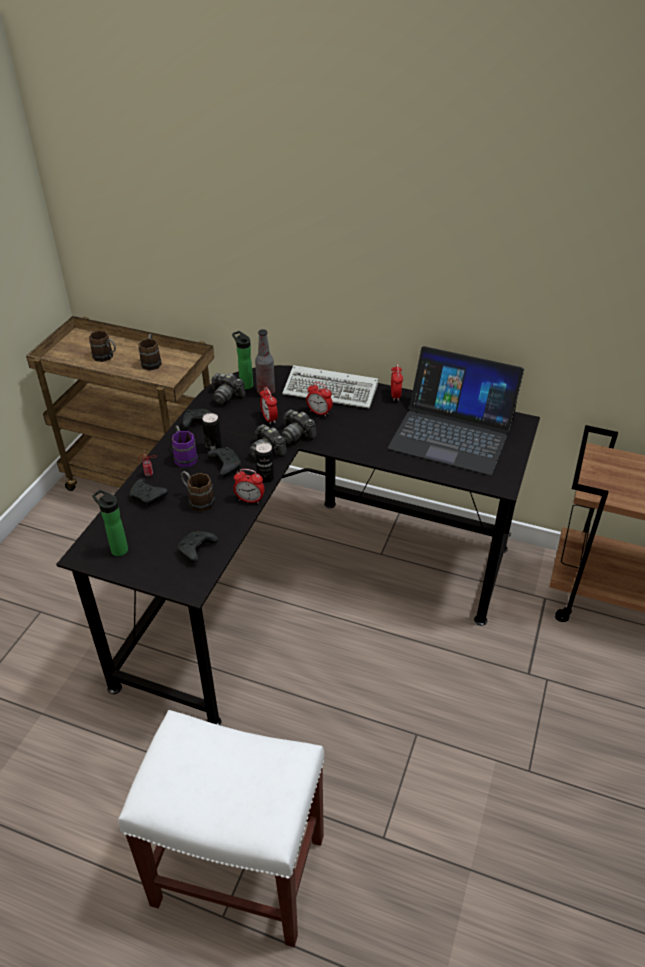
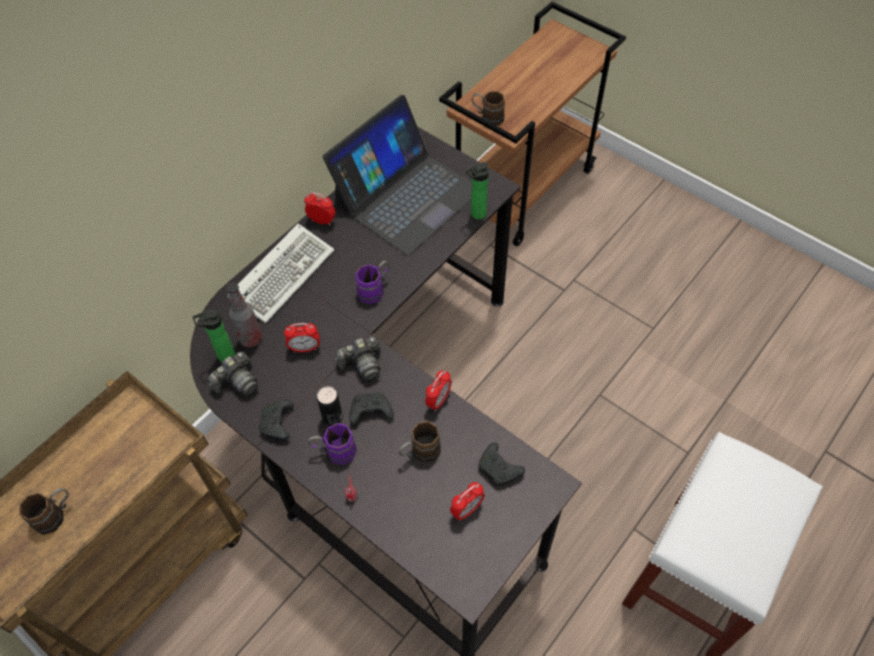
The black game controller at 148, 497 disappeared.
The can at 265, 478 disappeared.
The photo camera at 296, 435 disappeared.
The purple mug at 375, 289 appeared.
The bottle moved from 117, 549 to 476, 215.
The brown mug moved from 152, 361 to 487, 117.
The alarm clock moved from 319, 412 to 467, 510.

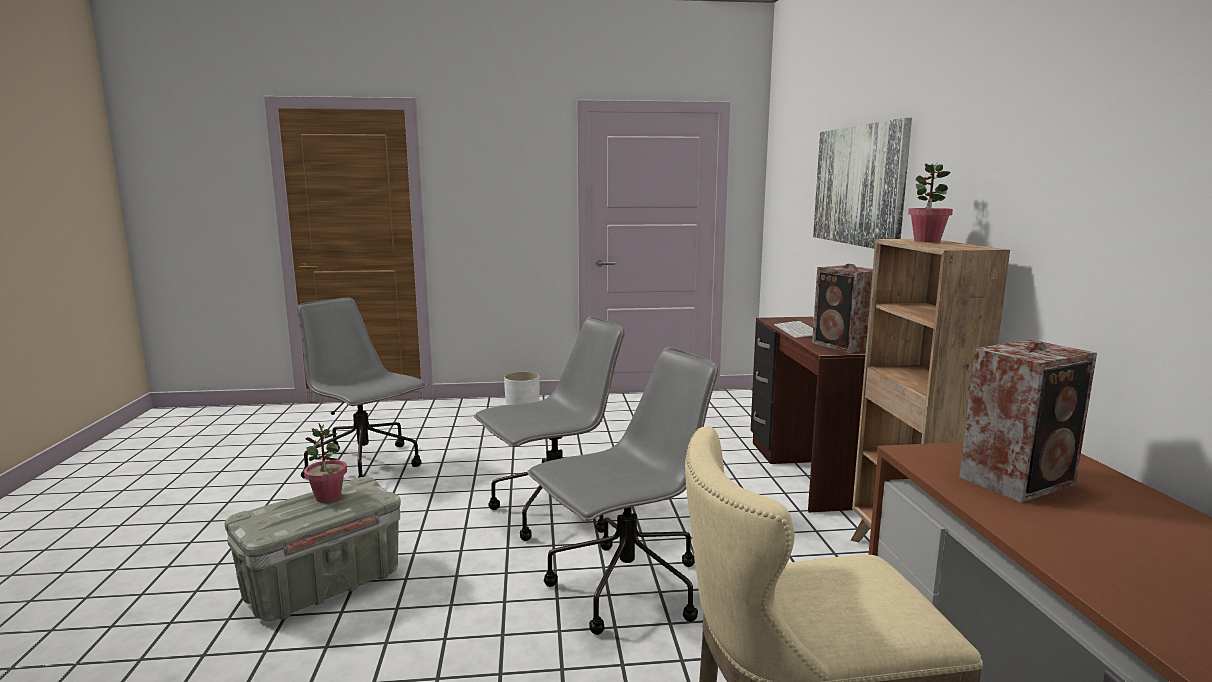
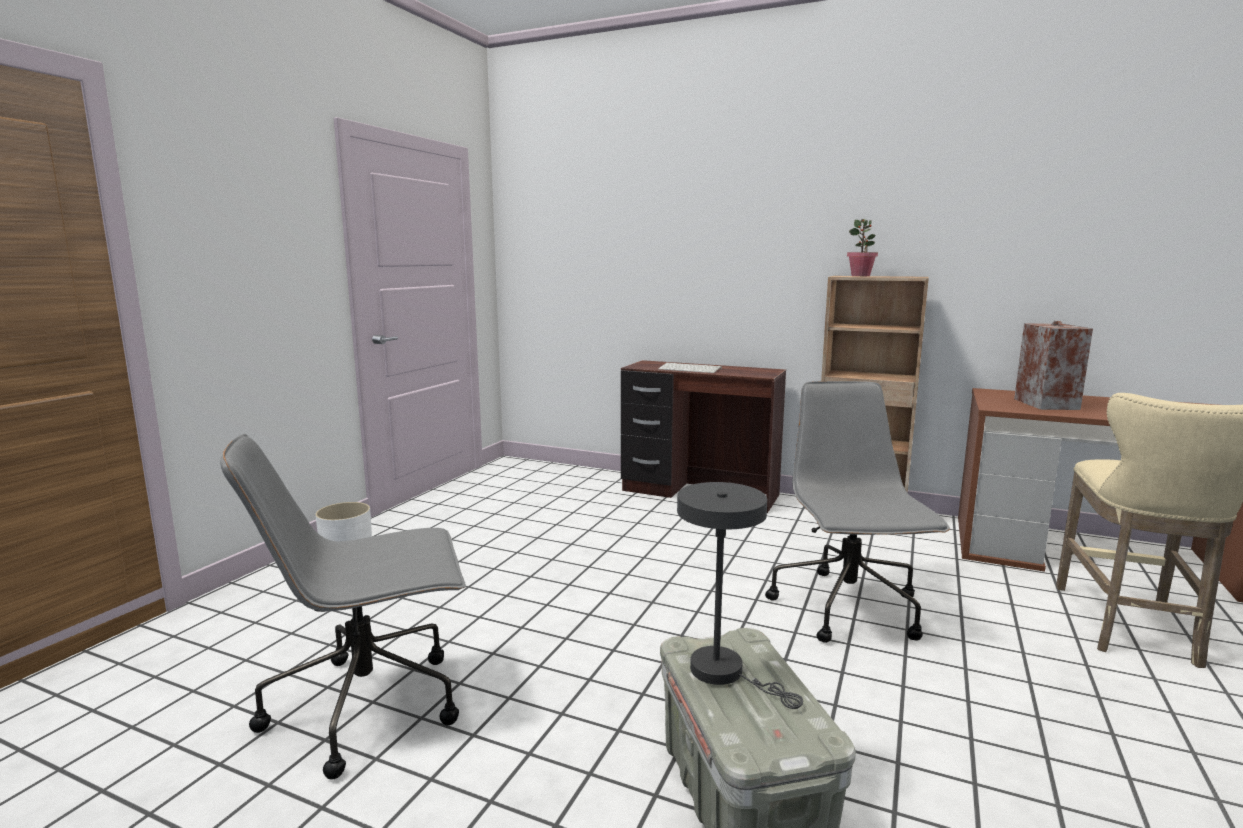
The grey office chair at 554, 512 disappeared.
The speaker at 844, 346 disappeared.
The picture at 859, 185 disappeared.
The potted plant at 328, 497 was replaced by the grey table lamp at 725, 673.

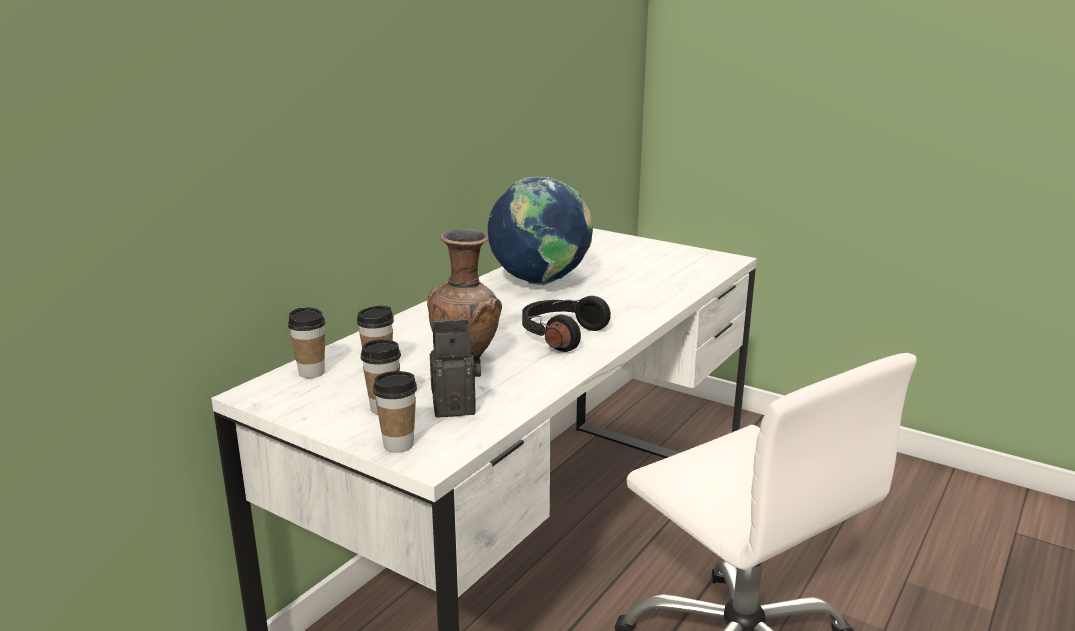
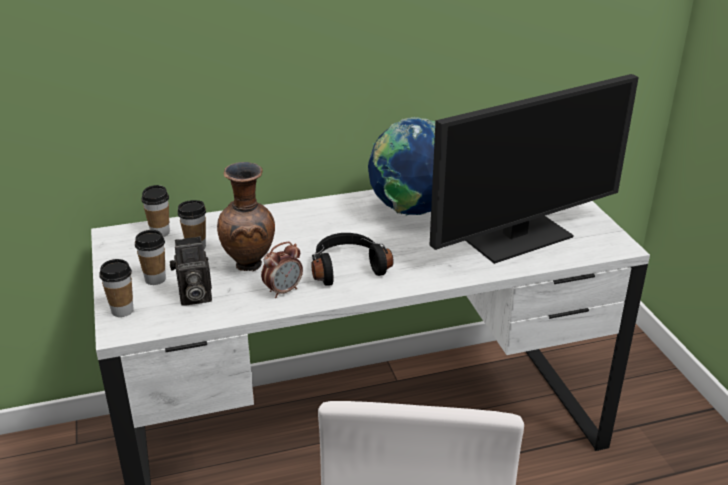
The alarm clock at 283, 291 appeared.
The monitor at 516, 235 appeared.
The photo camera at 456, 405 turned 135 degrees clockwise.

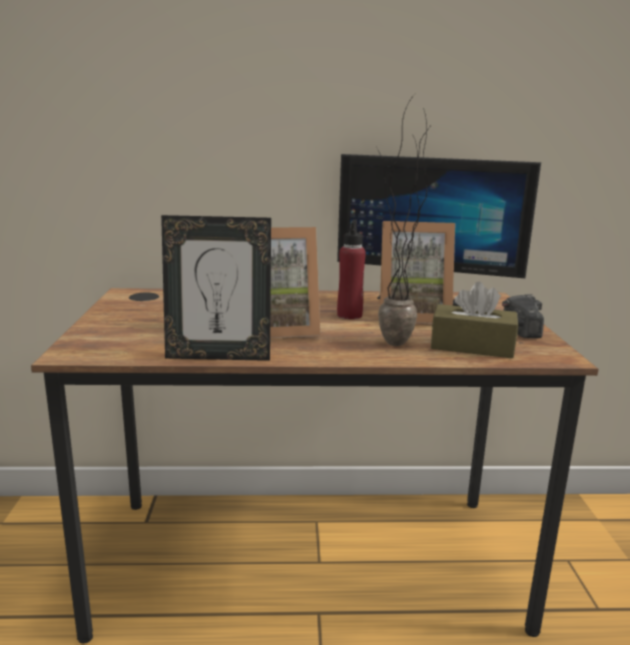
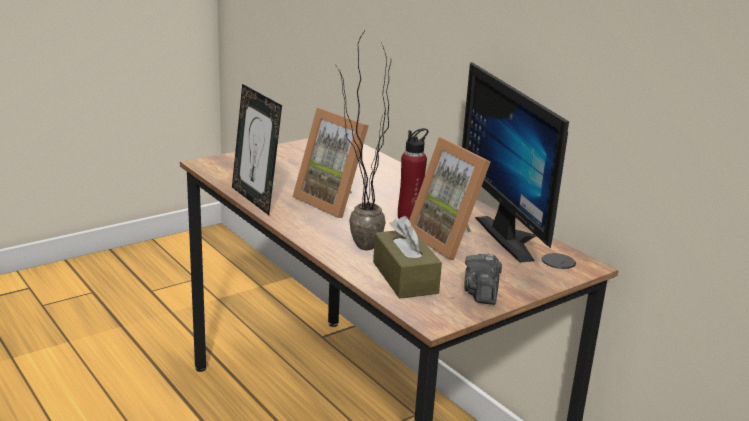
The photo camera at 520, 332 turned 45 degrees counterclockwise.

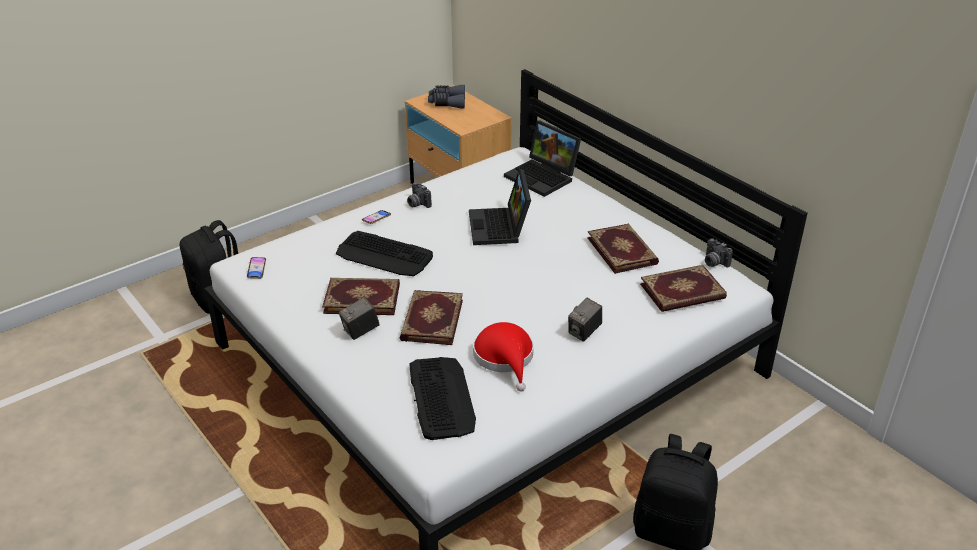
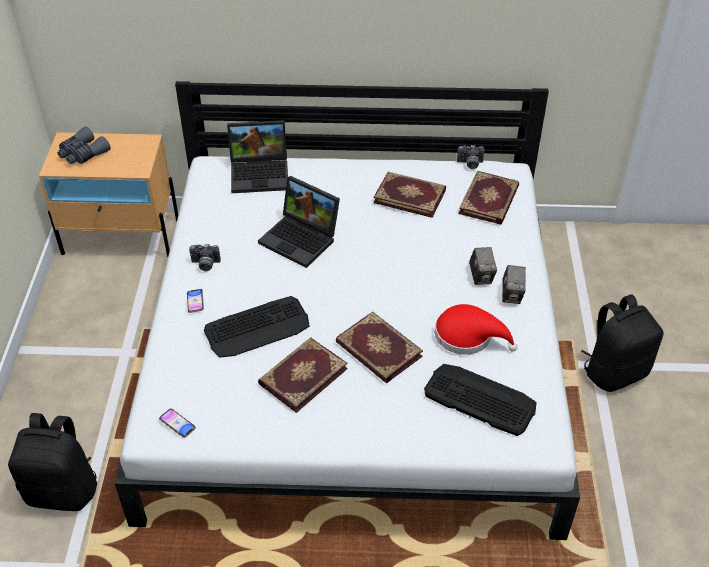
The photo camera moved from 360, 331 to 512, 295.

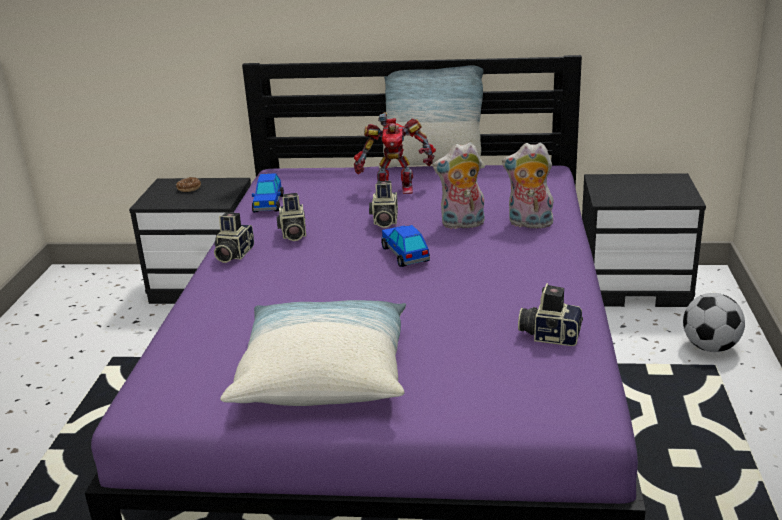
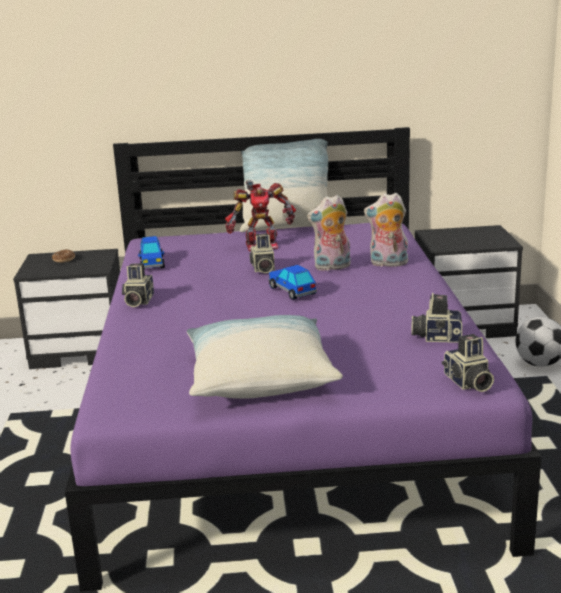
The photo camera moved from 292, 234 to 467, 383.

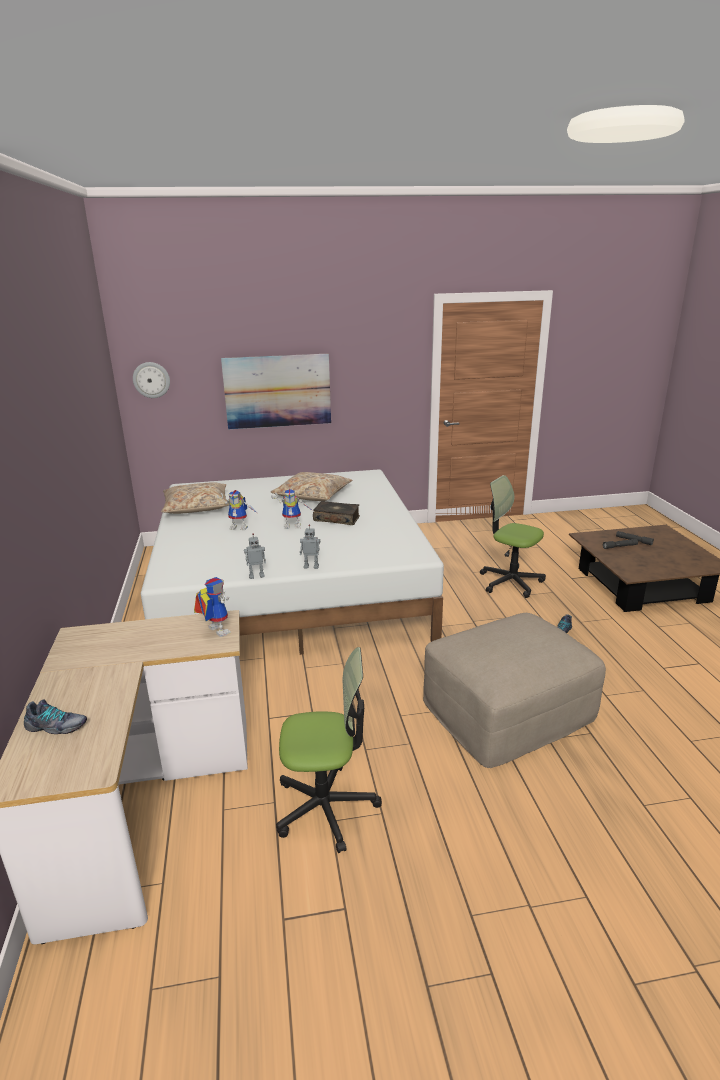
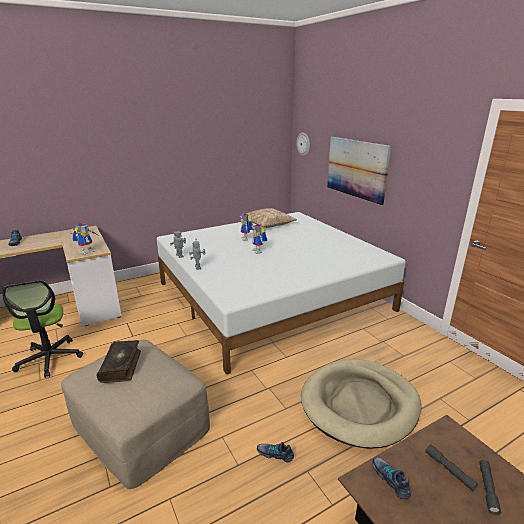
The beige pillow at 312, 495 disappeared.
The shoe at 390, 479 appeared.
The book moved from 337, 518 to 121, 366.
The office chair at 510, 582 was replaced by the beige dog bed at 359, 404.

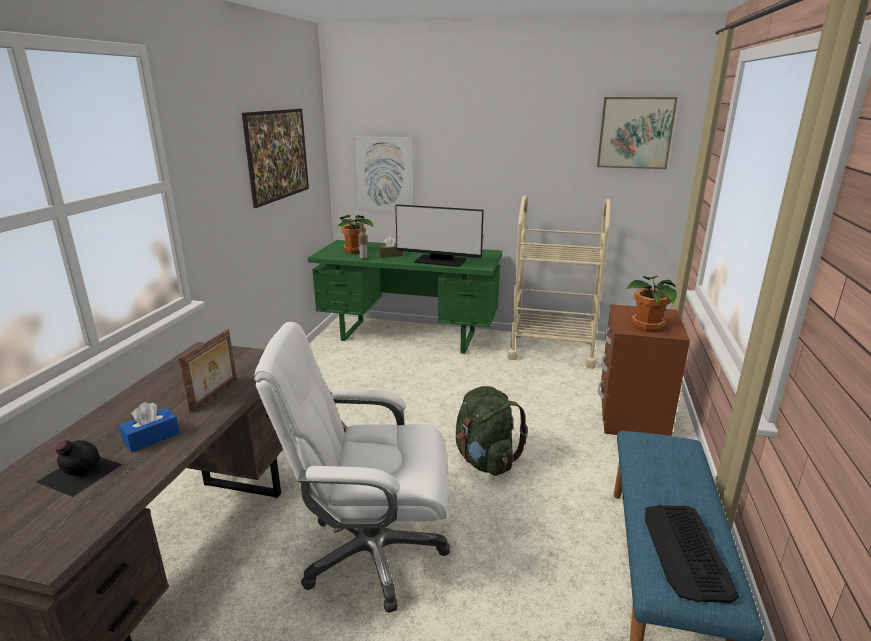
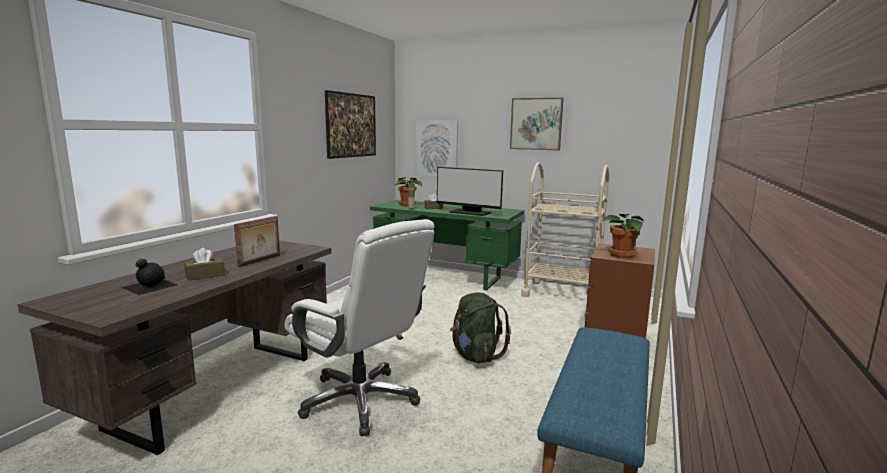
The keyboard at 686, 551 disappeared.
The picture moved from 635, 133 to 536, 124.
The blue tissue box at 151, 437 became the brown tissue box at 205, 275.
The white office chair at 371, 552 turned 150 degrees counterclockwise.

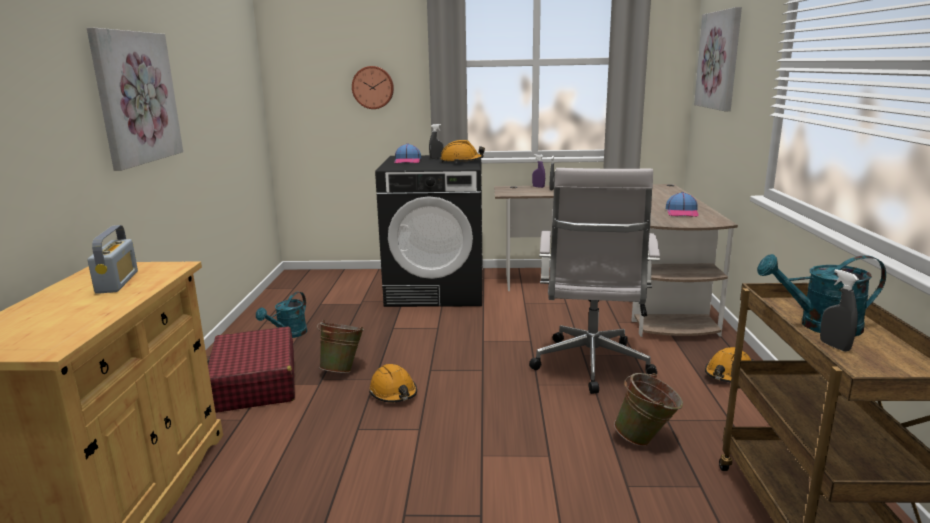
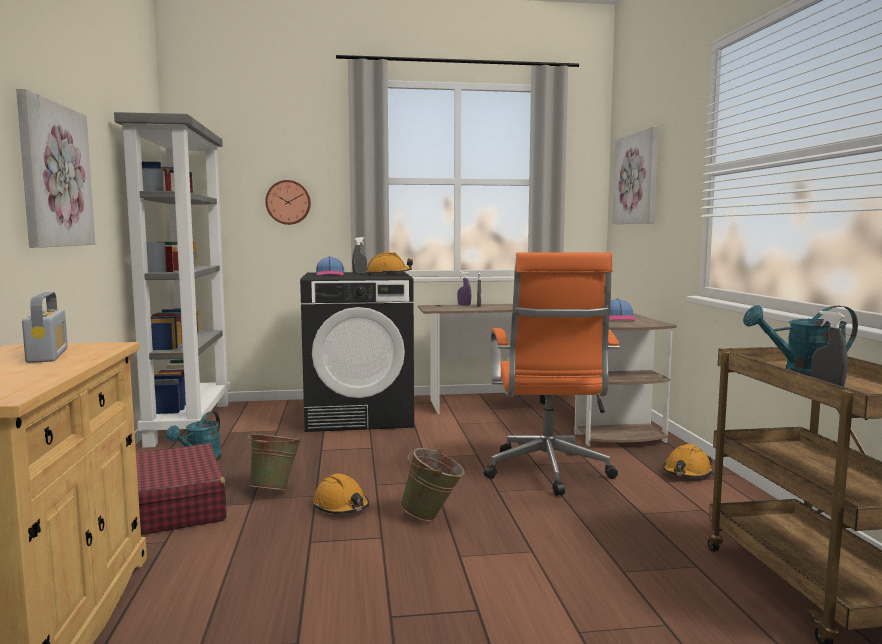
The grey bookcase at 189, 423 appeared.
The green bucket moved from 646, 440 to 433, 517.
The white office chair at 591, 367 became the orange office chair at 548, 473.

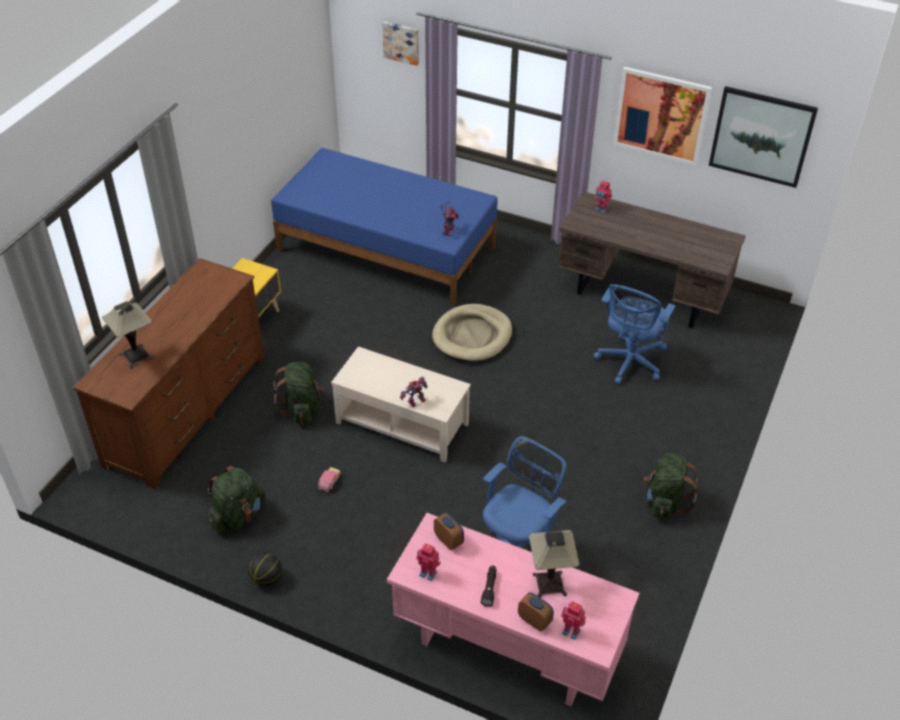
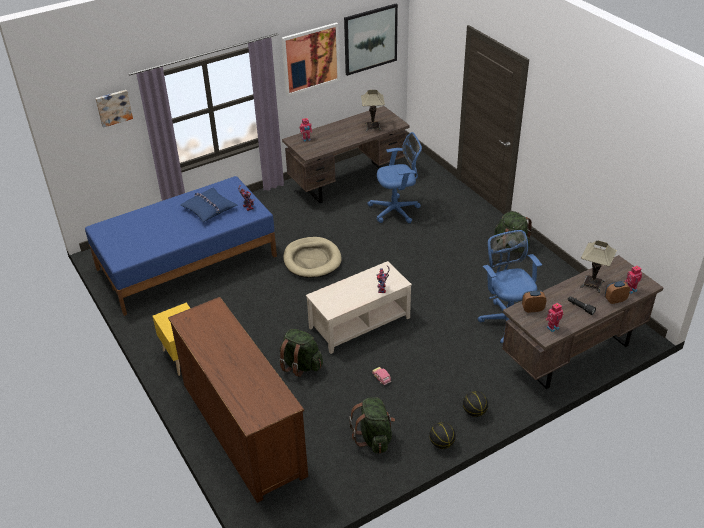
The blue pillow at 209, 209 appeared.
The basketball at 474, 412 appeared.
The table lamp moved from 136, 356 to 372, 126.
The pink desk at 506, 648 became the brown desk at 572, 354.
The blue office chair at 629, 363 turned 75 degrees counterclockwise.

